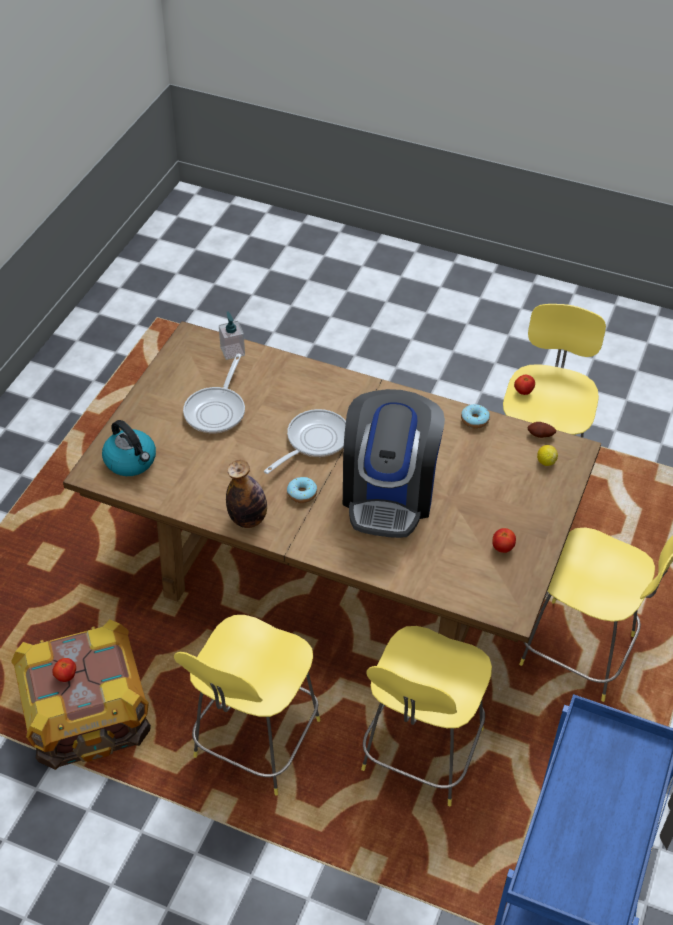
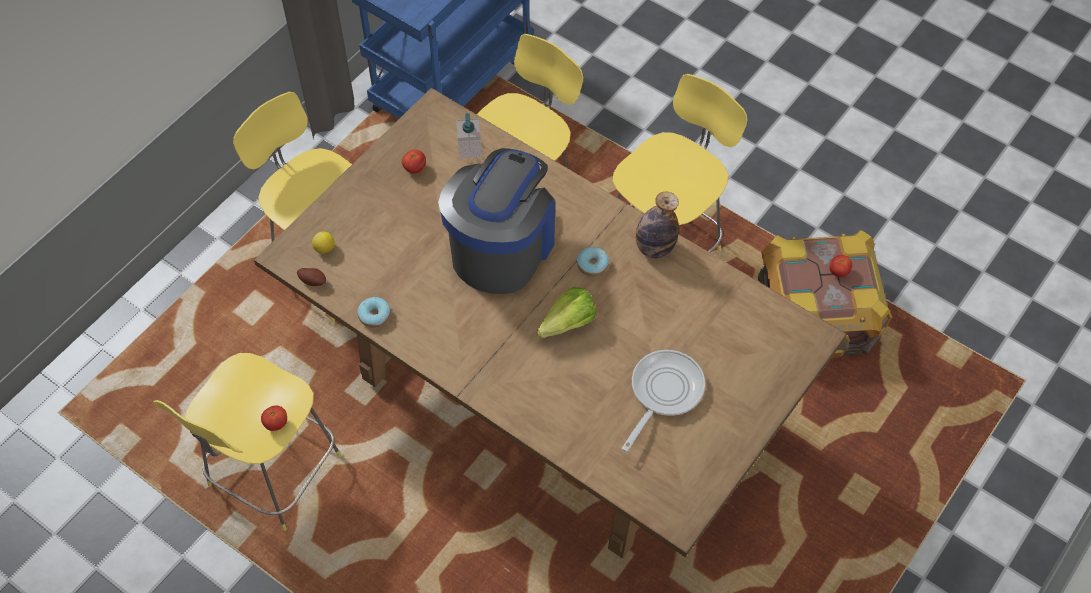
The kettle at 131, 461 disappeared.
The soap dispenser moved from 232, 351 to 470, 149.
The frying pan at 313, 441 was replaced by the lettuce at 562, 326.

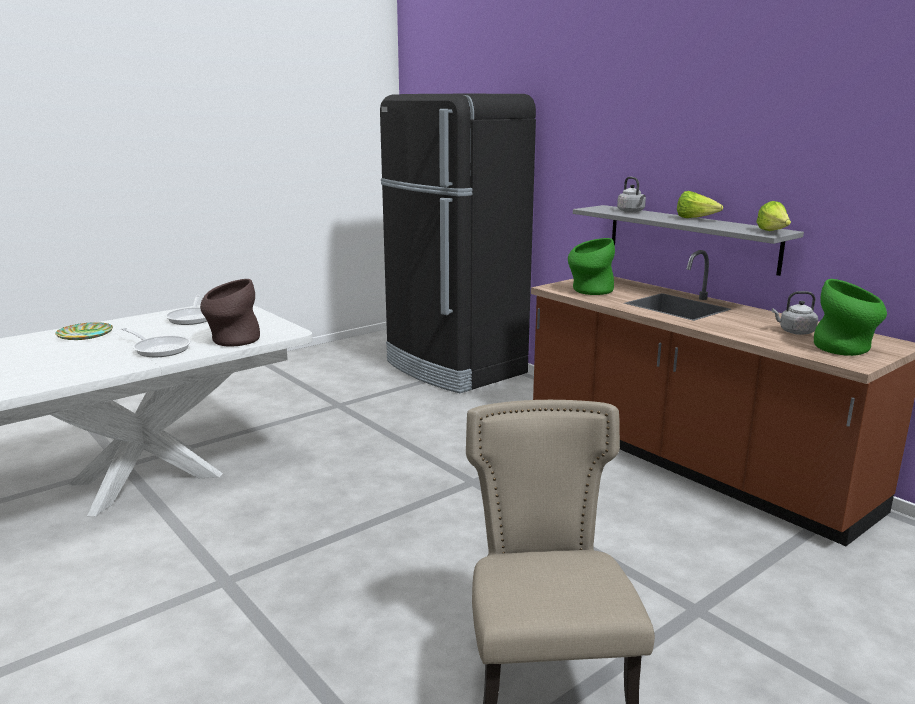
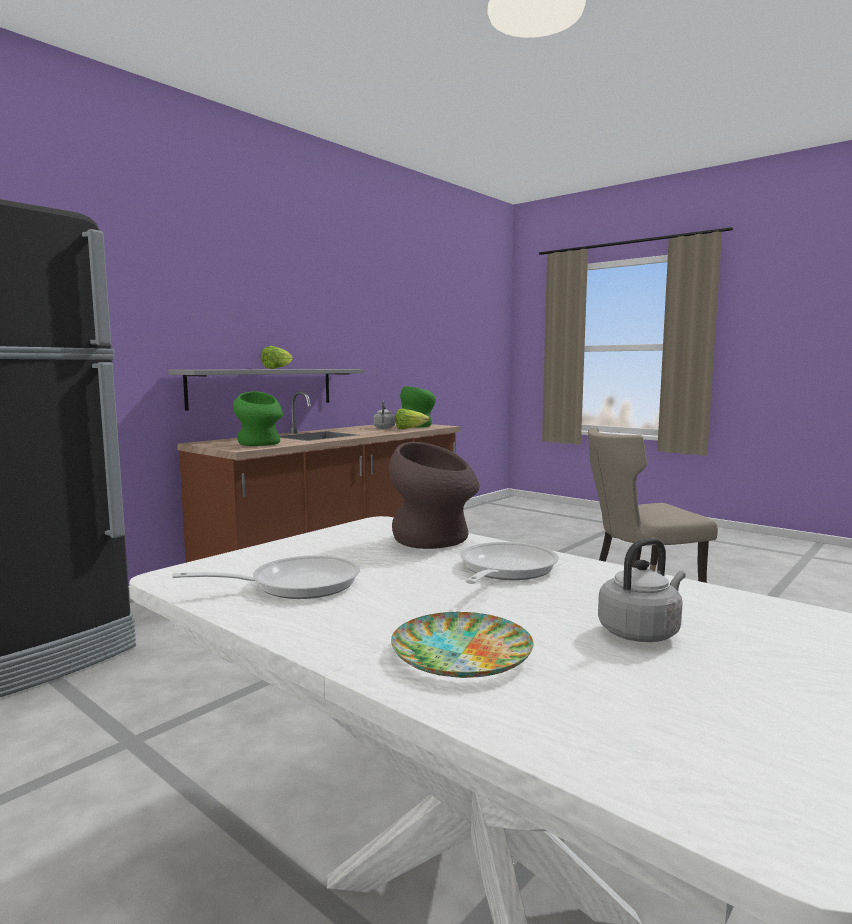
The grey kettle moved from 631, 211 to 641, 632.
The lettuce moved from 773, 232 to 409, 429.

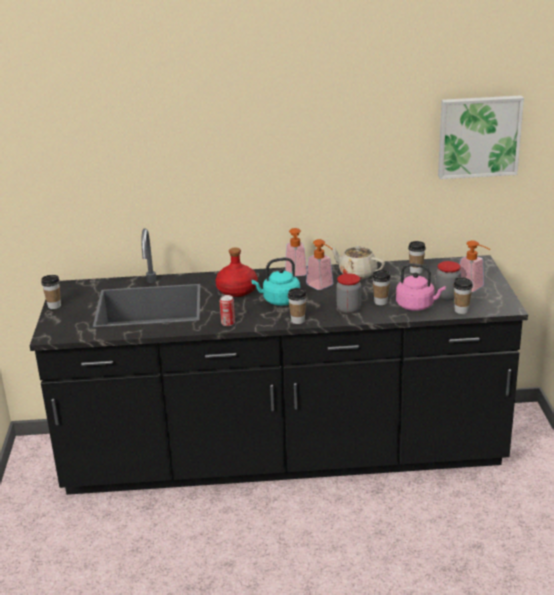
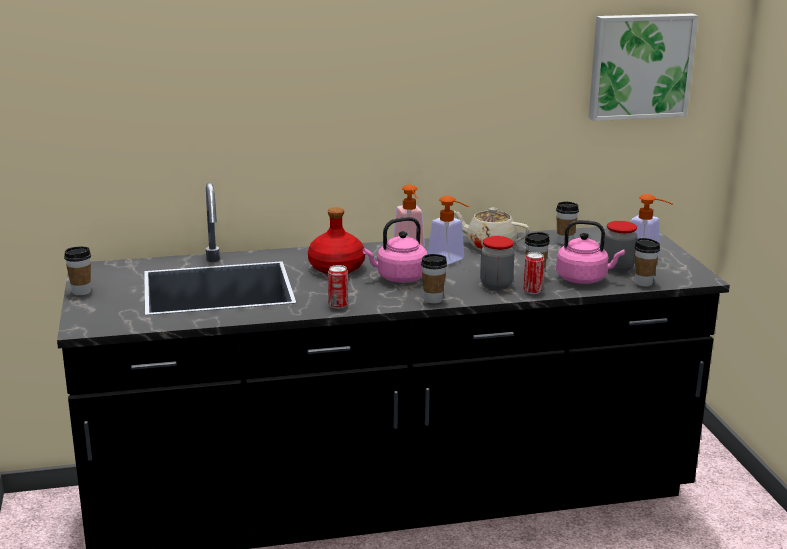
The can at 532, 291 appeared.
The turquoise kettle at 279, 301 became the pink kettle at 399, 278.

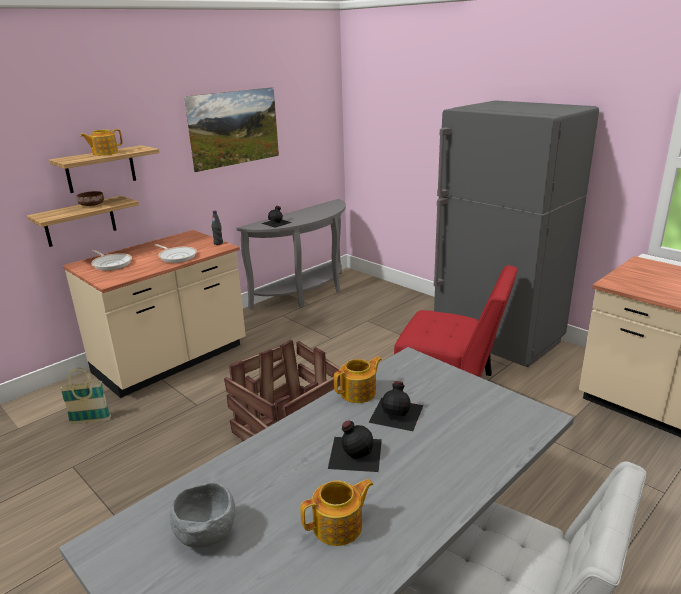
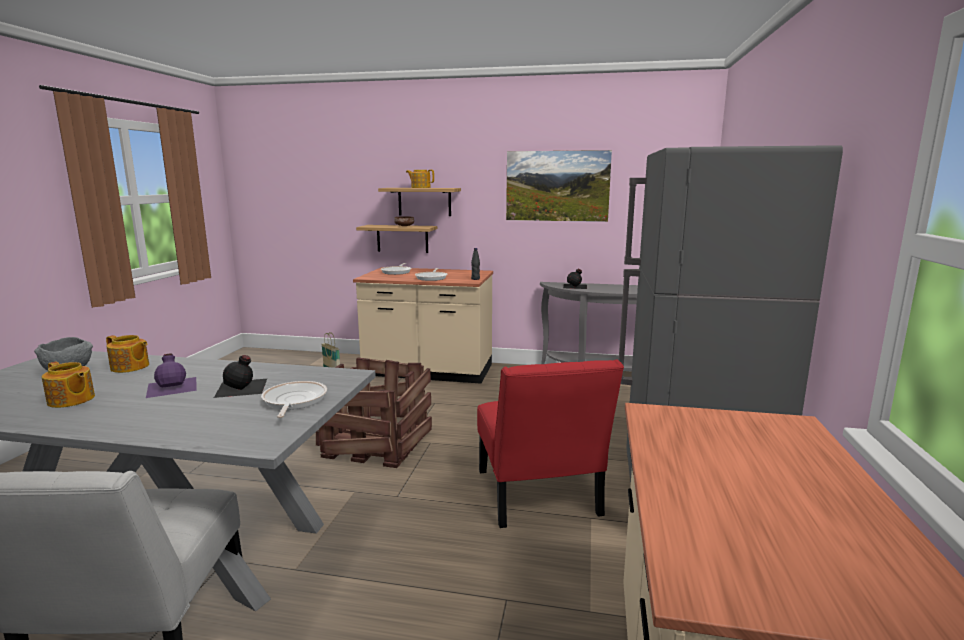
The frying pan at 293, 401 appeared.
The teapot moved from 359, 393 to 130, 367.
The black bottle at 354, 453 became the purple bottle at 173, 386.

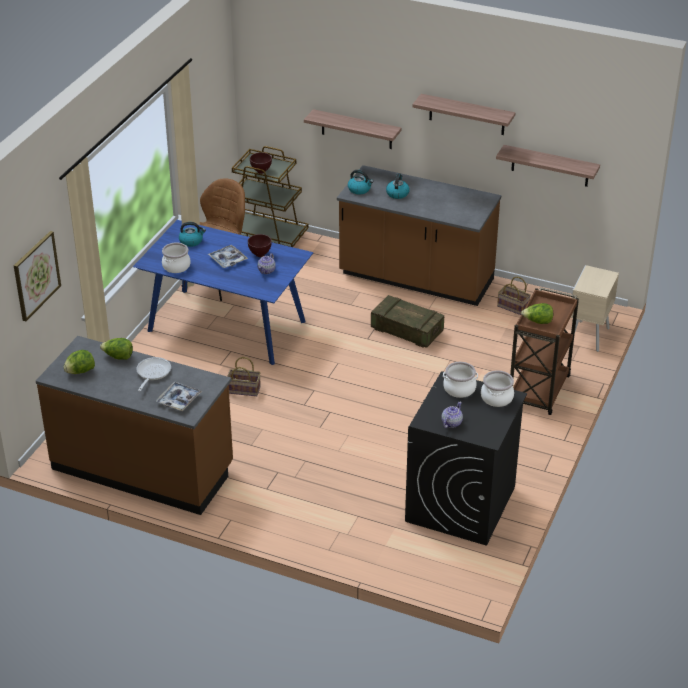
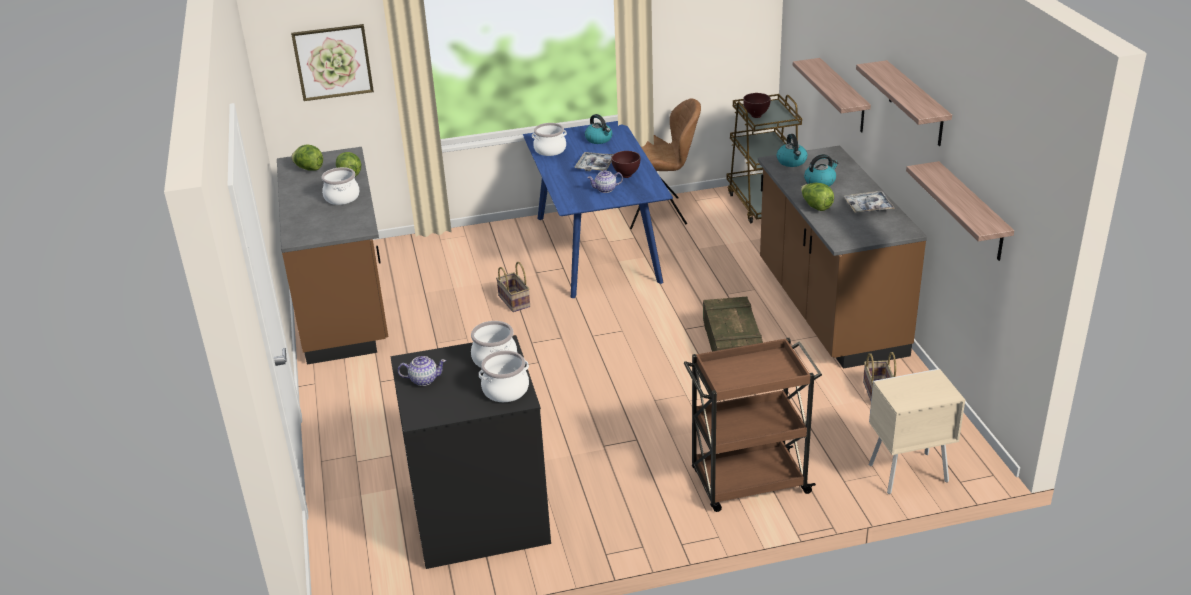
The tray moved from 179, 400 to 868, 207.
The lettuce moved from 537, 322 to 816, 206.
The frying pan at 152, 373 was replaced by the cooking pot at 341, 198.

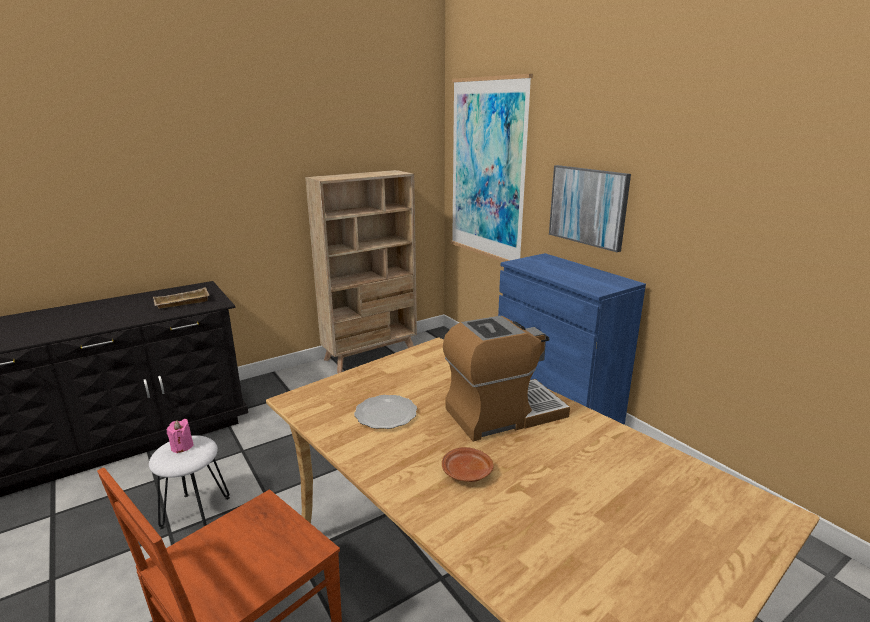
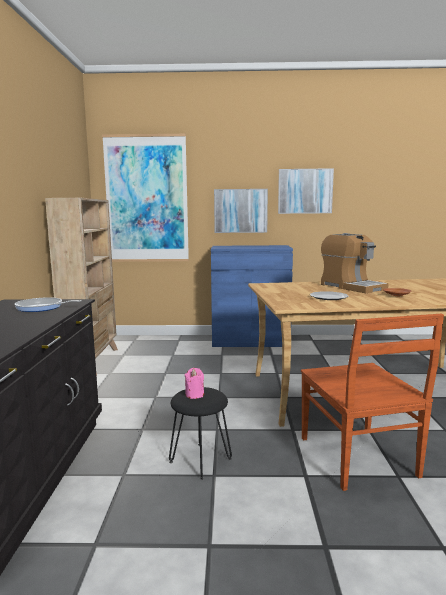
The picture at 305, 191 appeared.
The beige tray at 181, 303 was replaced by the frying pan at 42, 308.
The white stool at 196, 512 became the black stool at 200, 460.
The coffee machine at 503, 413 turned 135 degrees clockwise.

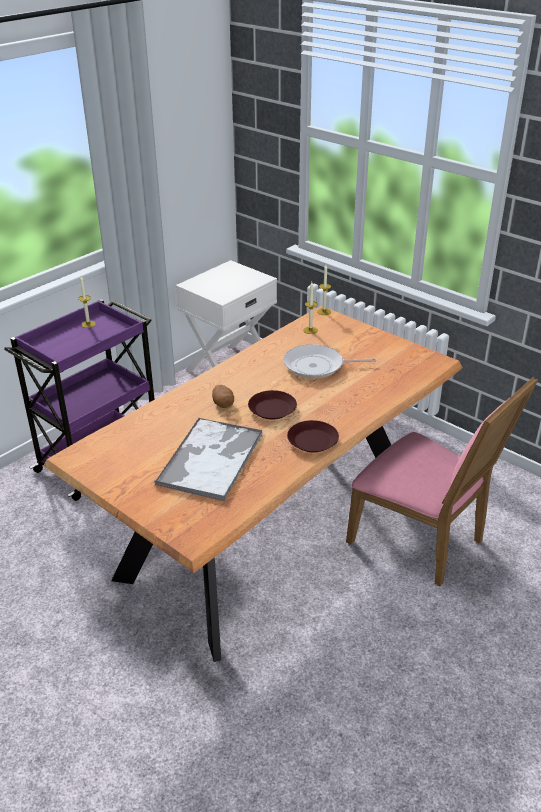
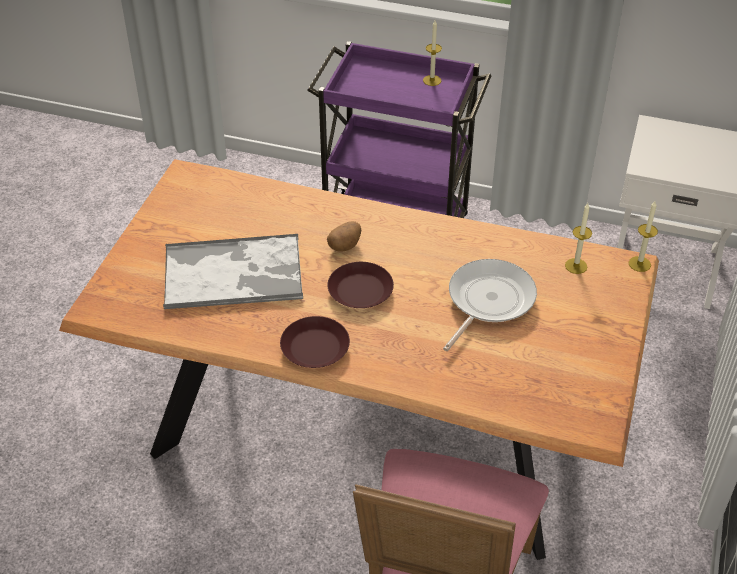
The frying pan at 317, 366 turned 60 degrees clockwise.

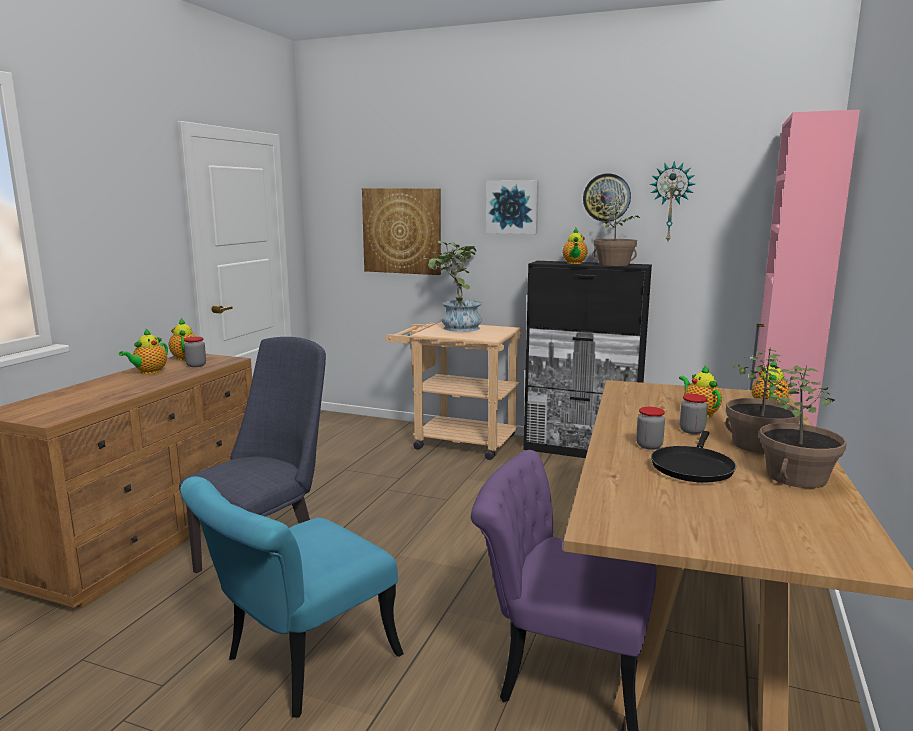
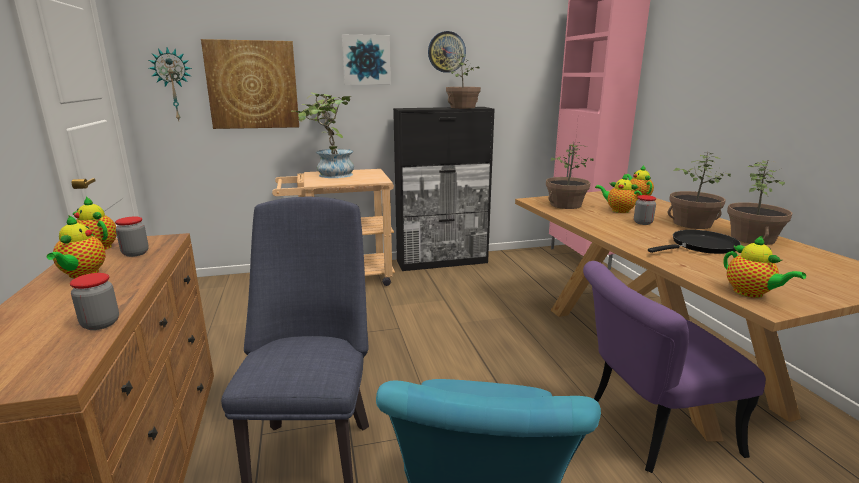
The potted plant at 565, 205 appeared.
The teapot moved from 574, 263 to 751, 293.
The jar moved from 649, 446 to 100, 324.
The wall clock moved from 671, 202 to 173, 85.
The black frying pan at 692, 467 turned 105 degrees counterclockwise.

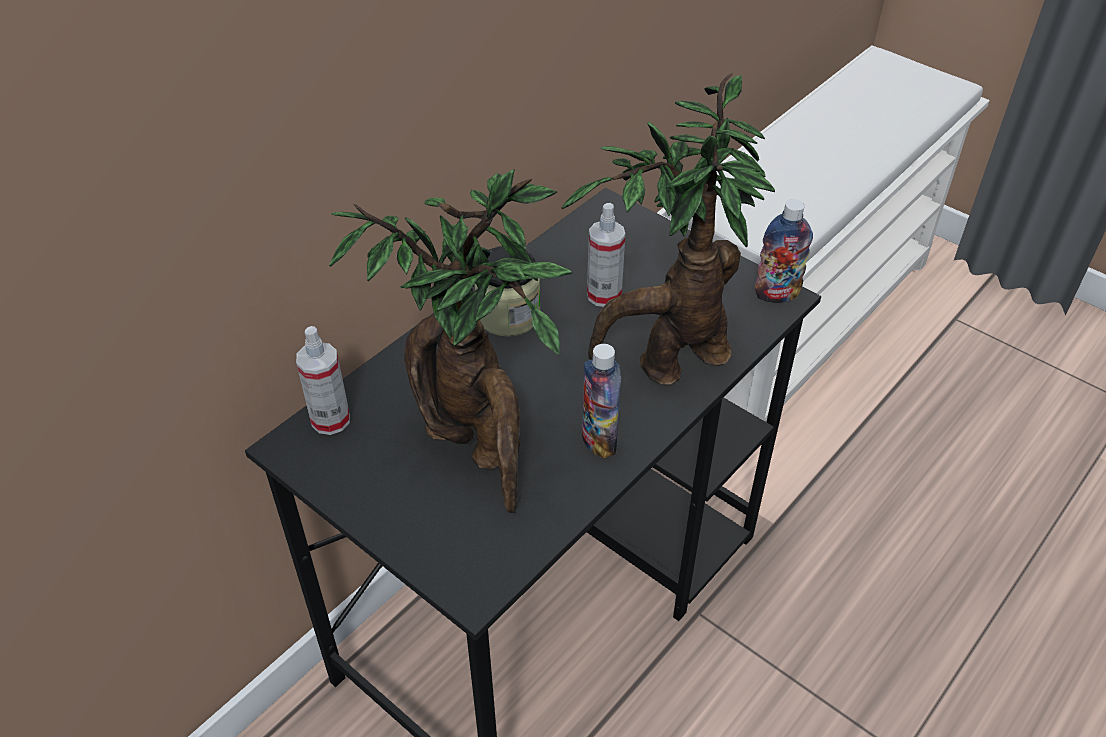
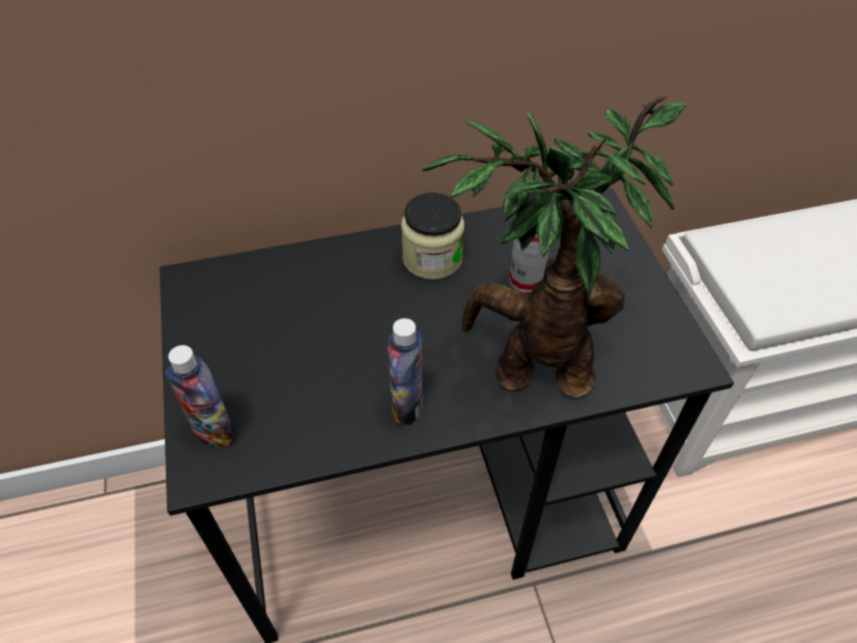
The spray bottle at 330, 420 disappeared.
The potted plant at 477, 450 disappeared.
The bottle moved from 776, 294 to 214, 431.

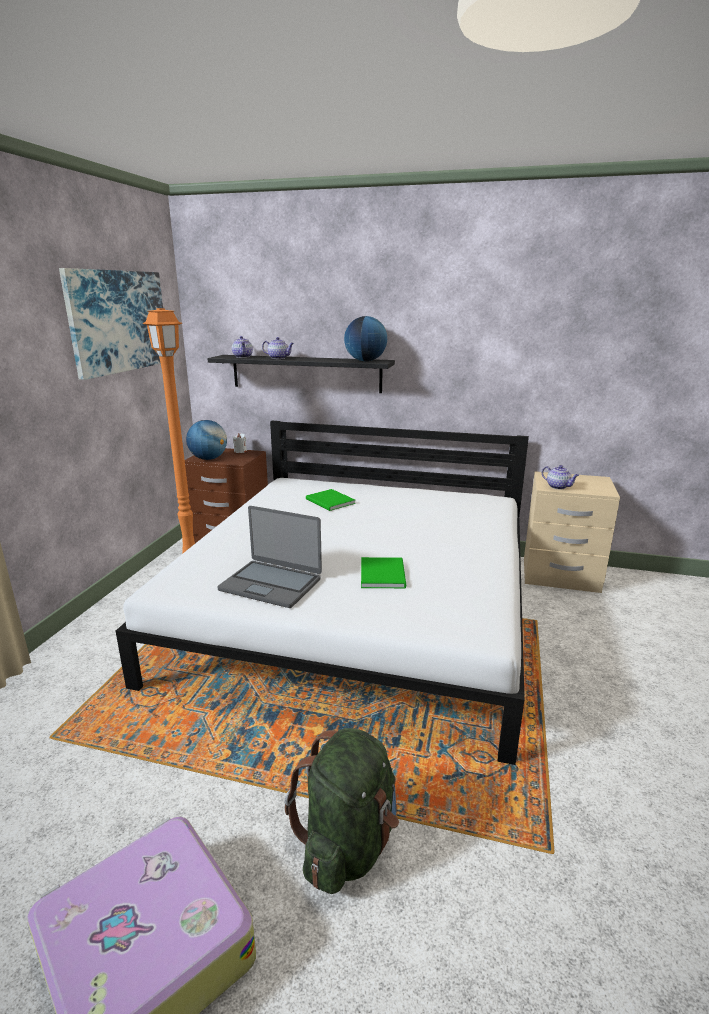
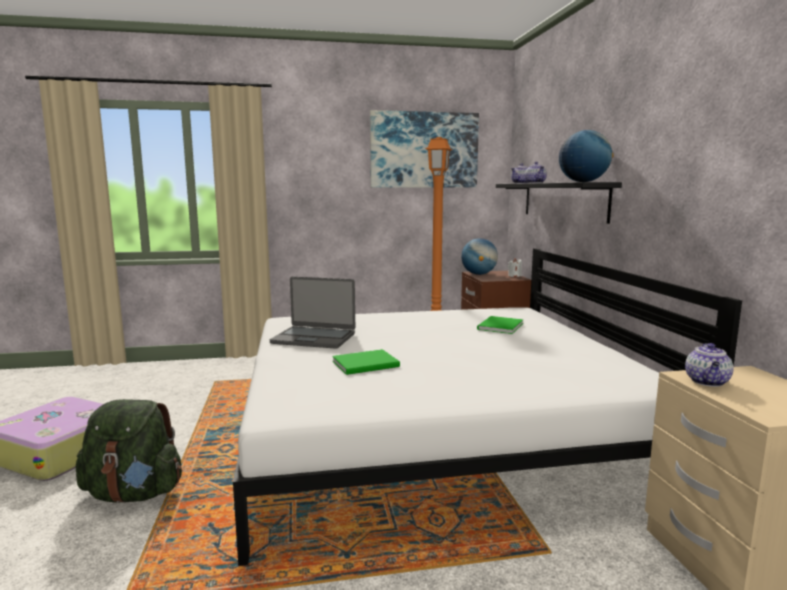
The laptop at 271, 584 turned 75 degrees counterclockwise.

